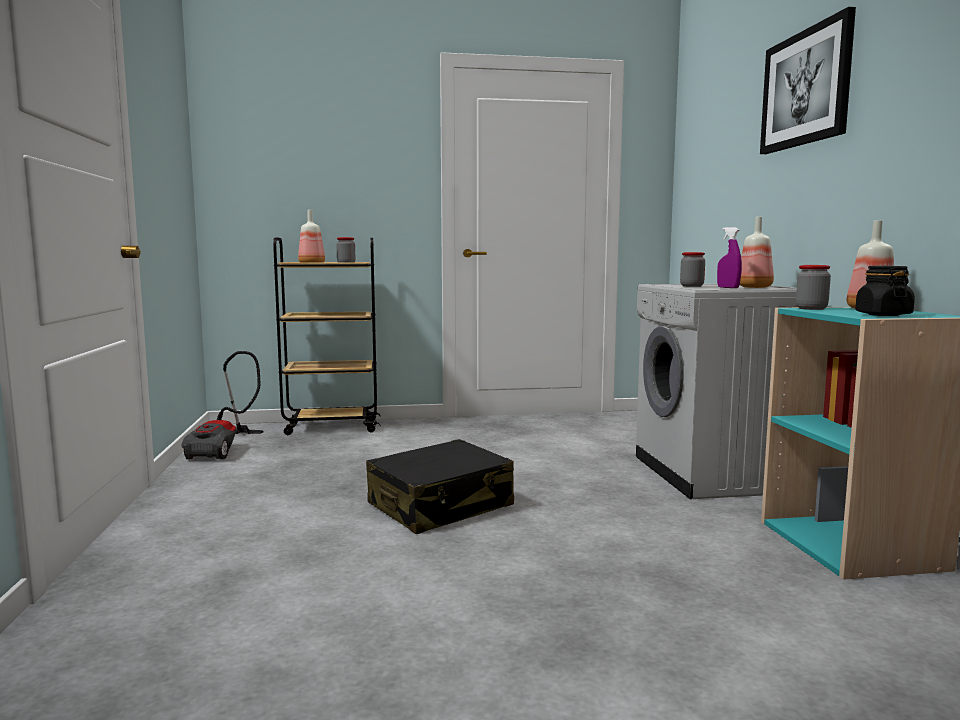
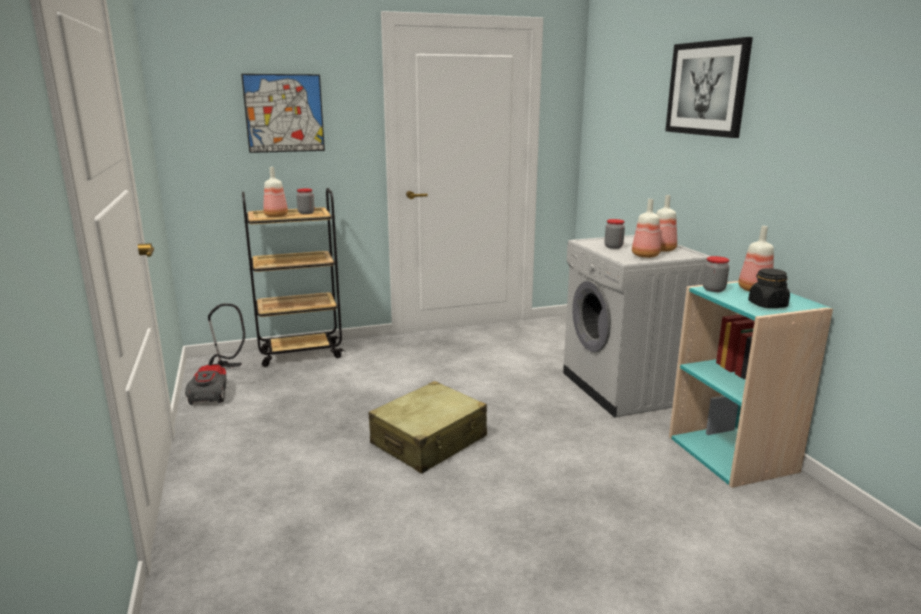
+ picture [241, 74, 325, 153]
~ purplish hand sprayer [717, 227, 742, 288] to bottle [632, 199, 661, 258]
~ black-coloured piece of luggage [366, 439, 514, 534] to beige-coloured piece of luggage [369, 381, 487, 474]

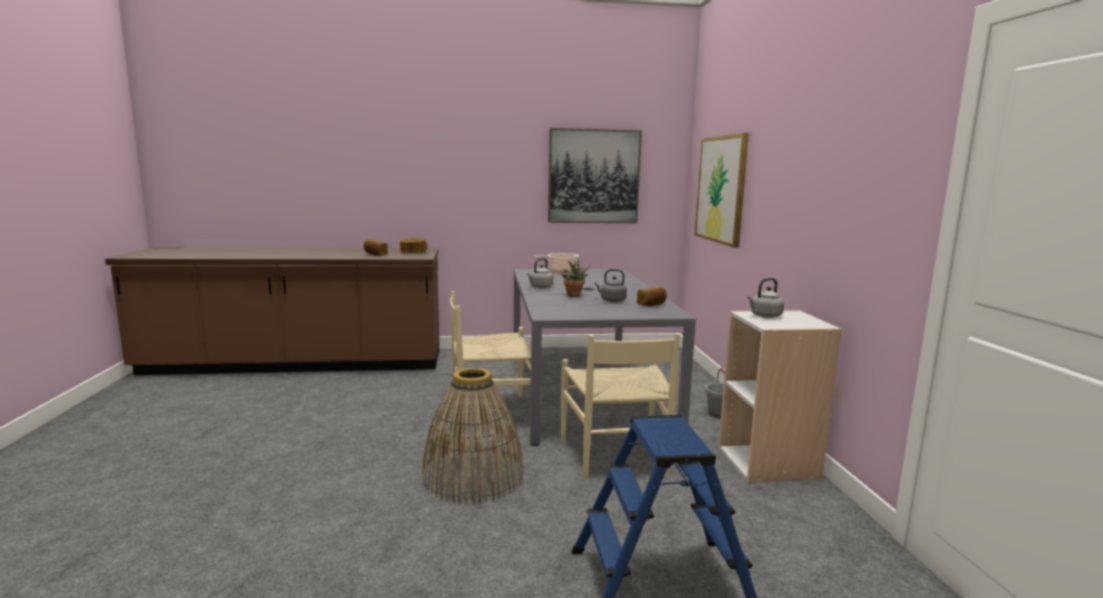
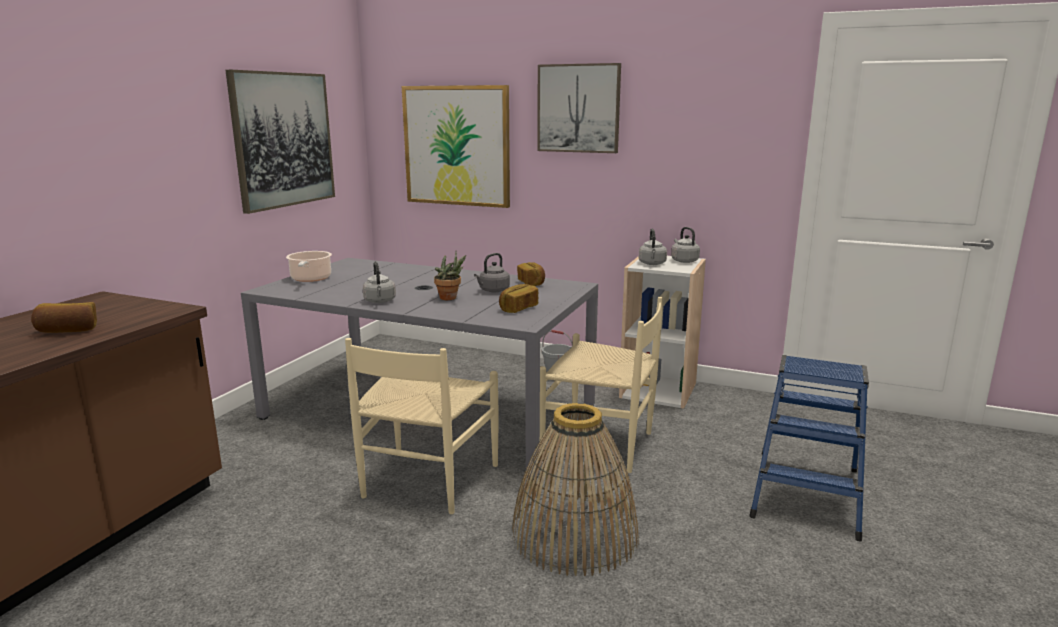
+ picture [537, 63, 621, 153]
+ greyish water kettle [671, 227, 700, 263]
~ bread [400, 238, 427, 253] to [499, 284, 538, 313]

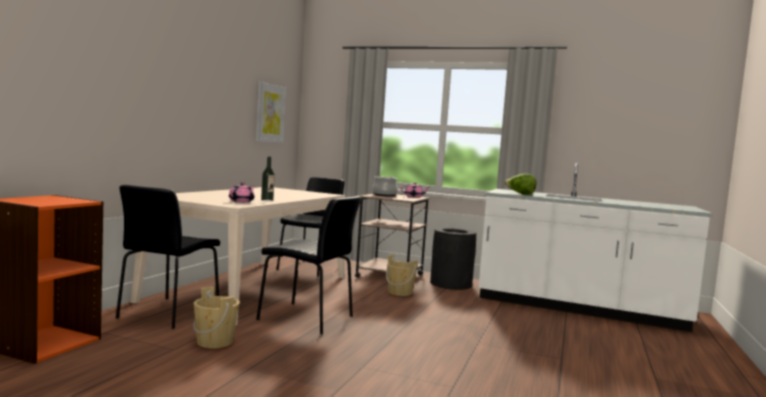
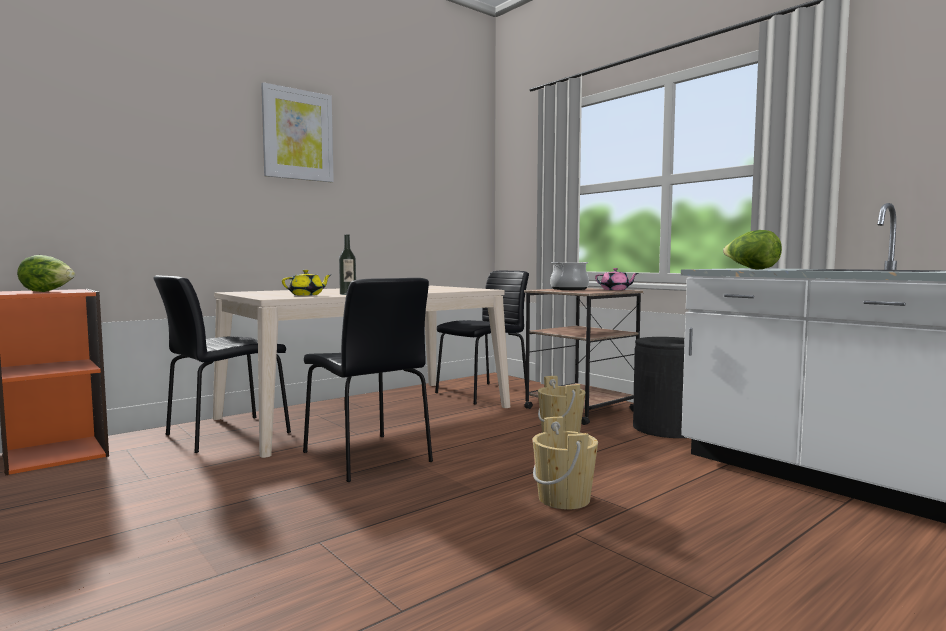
+ lettuce [17, 255, 75, 292]
~ beige-coloured water bucket [193, 286, 239, 348] to [533, 417, 598, 509]
~ picture [256, 81, 286, 143] to [261, 82, 334, 182]
~ pink pot for tea [229, 182, 255, 202] to yellow-coloured pot for tea [282, 270, 331, 296]

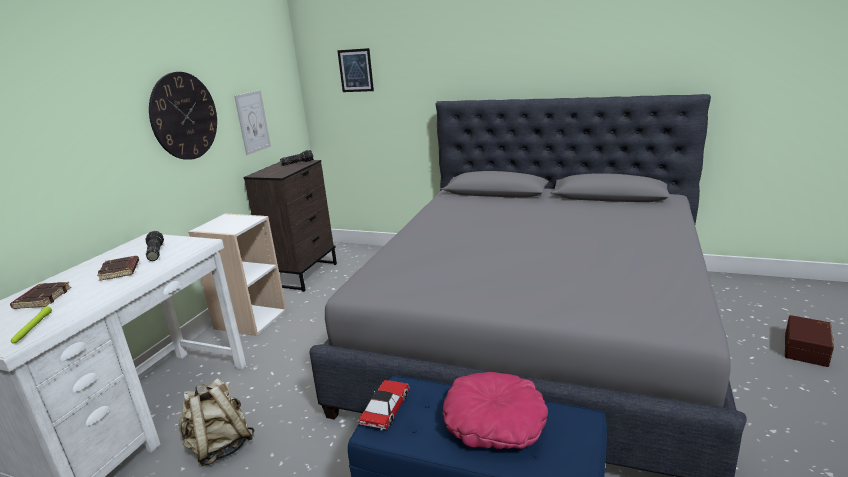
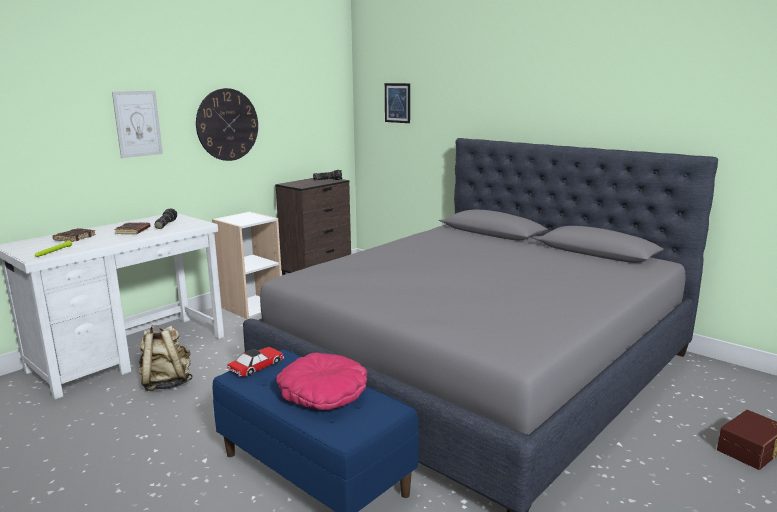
~ picture [234, 90, 271, 155] to [112, 91, 163, 158]

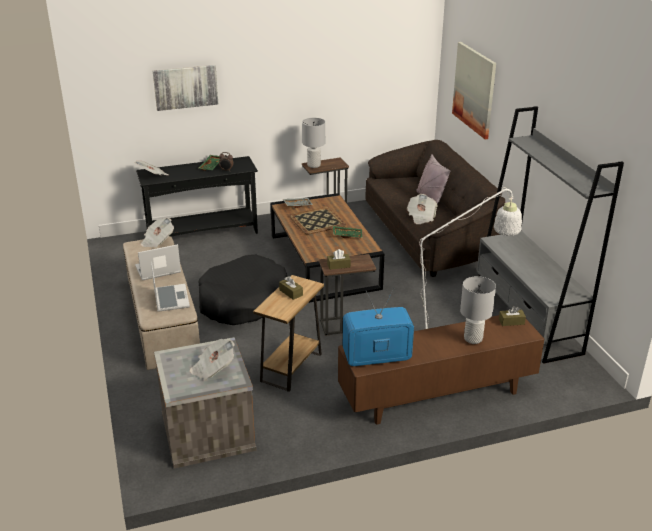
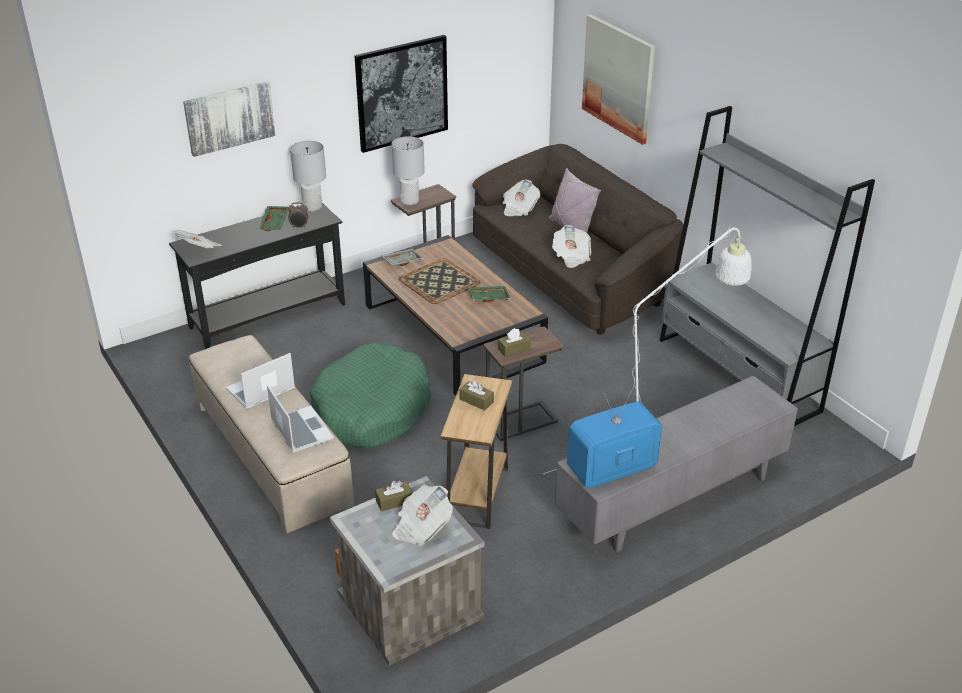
+ picture [354, 35, 448, 153]
~ newspaper [140, 218, 174, 248] to [502, 180, 540, 216]
~ greyish table lamp [460, 276, 496, 344] to [290, 140, 326, 212]
~ brownish tissue box [499, 306, 526, 326] to [375, 481, 413, 511]
~ black-coloured dog bed [198, 255, 287, 325] to greenish dog bed [309, 343, 431, 448]
~ brownish media console [338, 315, 544, 424] to greyish media console [555, 376, 798, 553]

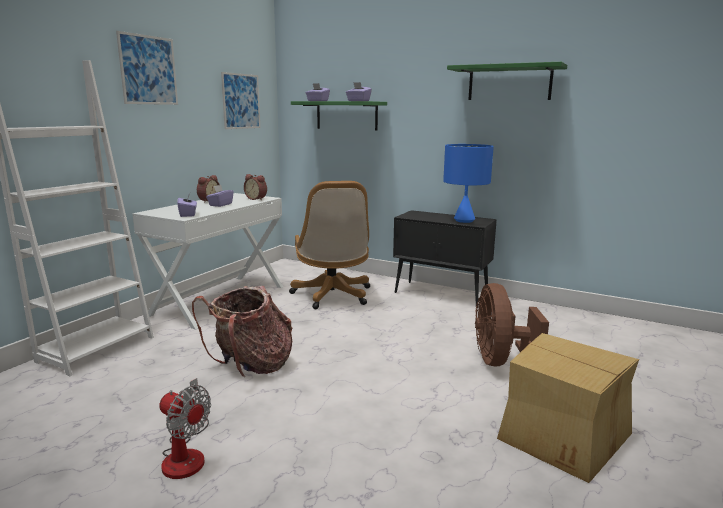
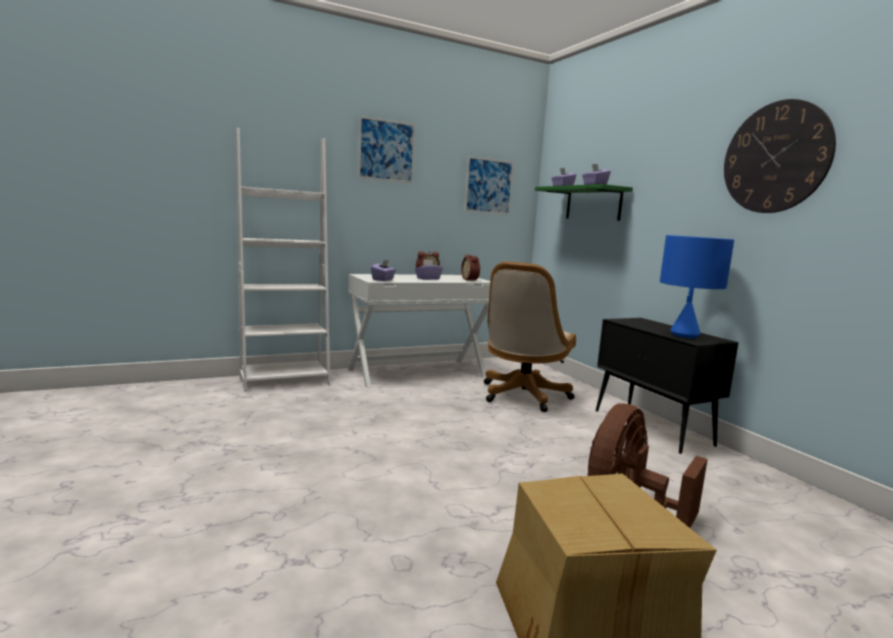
- fan [159, 378, 211, 479]
- rucksack [192, 286, 292, 377]
~ greenish shelf [447, 62, 567, 100] to hanging clock [724, 99, 836, 213]

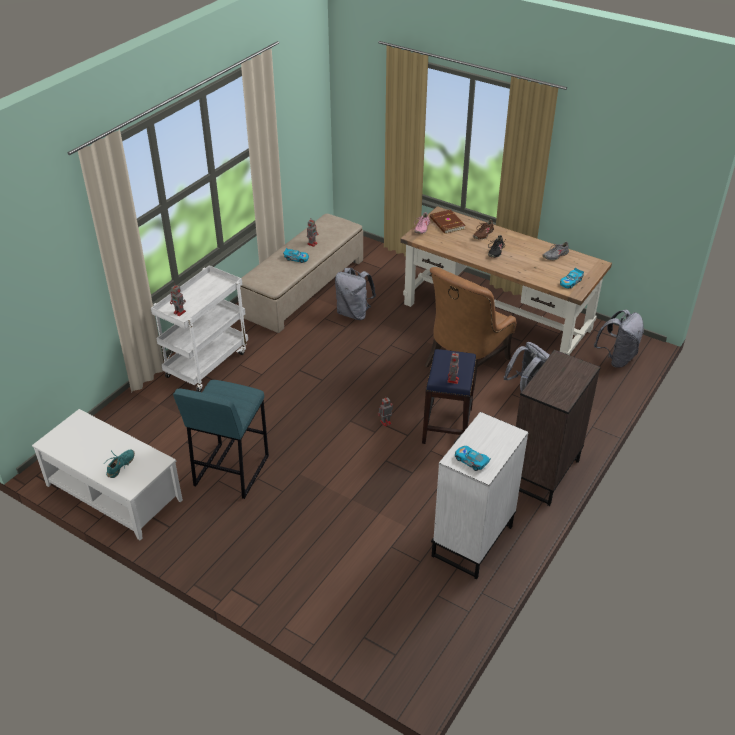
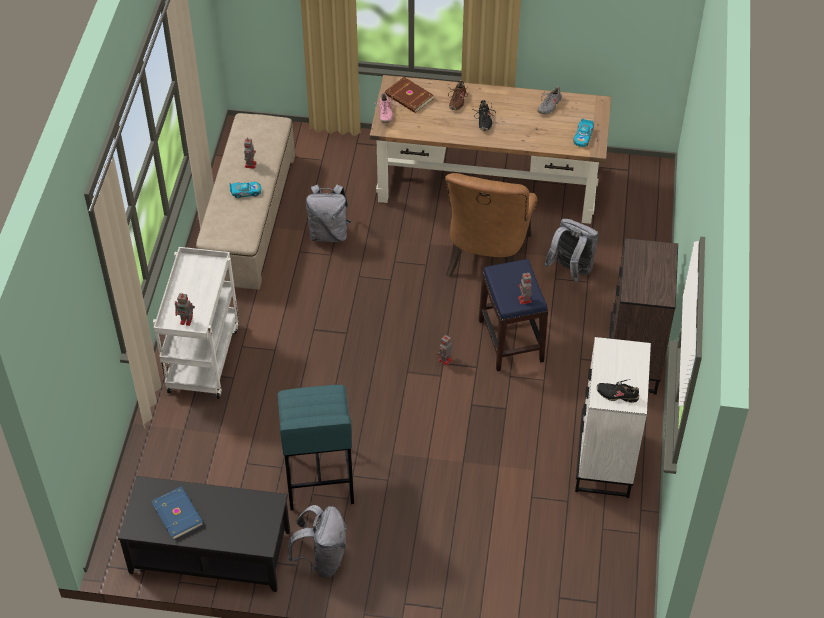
- blue-green item of footwear [106, 450, 135, 478]
+ blue book [152, 487, 204, 540]
~ greyish rucksack [594, 310, 644, 368] to [287, 505, 347, 577]
~ model car [455, 446, 491, 471] to black-coloured item of footwear [597, 379, 639, 403]
~ white-coloured low table [32, 409, 183, 540] to black-coloured low table [118, 476, 290, 592]

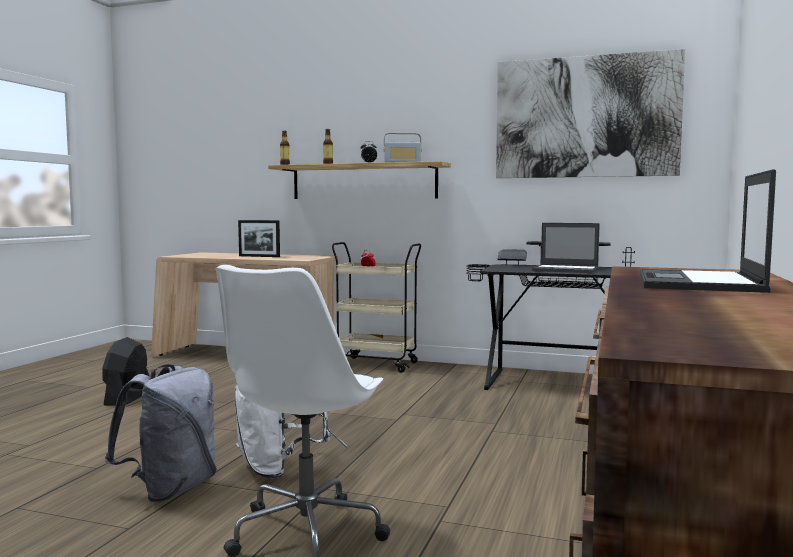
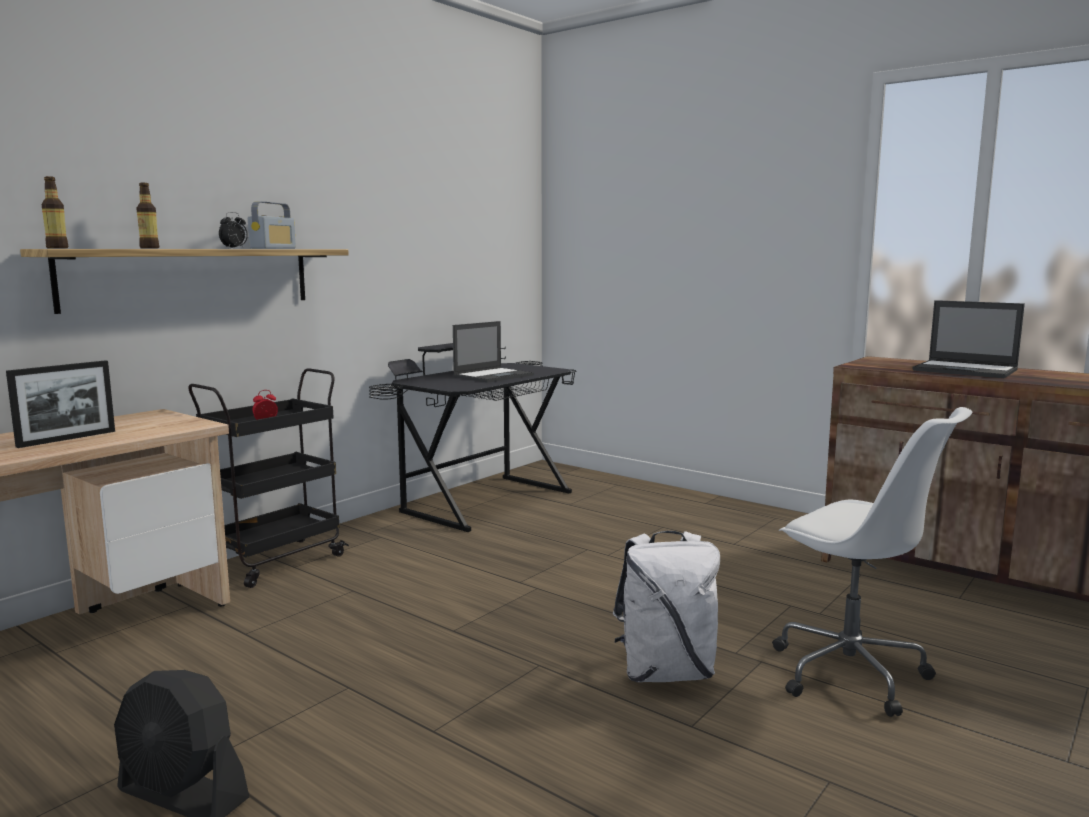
- greyish rucksack [105, 364, 217, 503]
- picture [496, 49, 685, 178]
~ beige-coloured wheeled cart [332, 242, 421, 373] to black-coloured wheeled cart [188, 368, 349, 588]

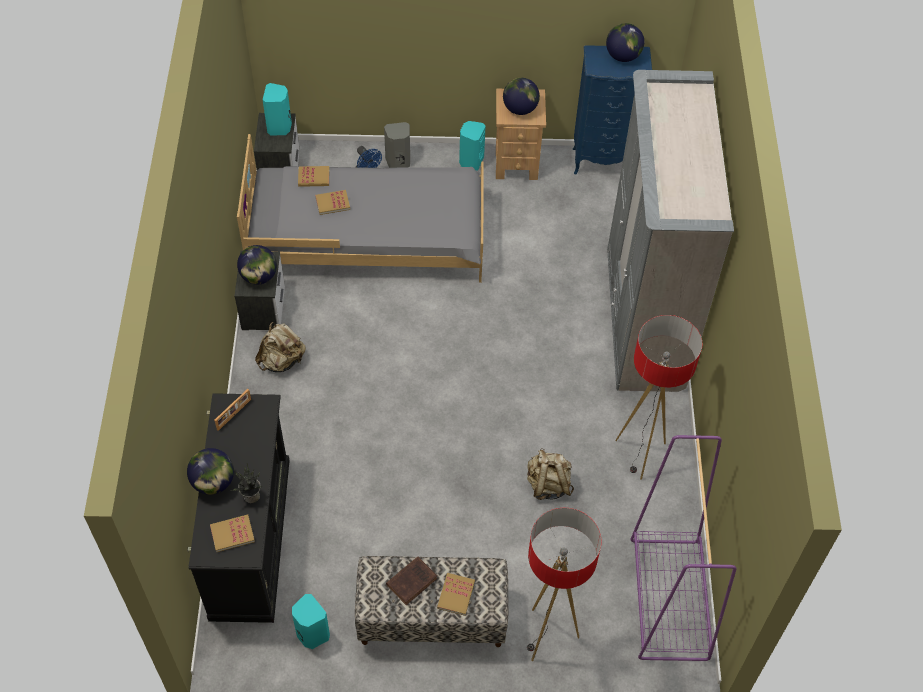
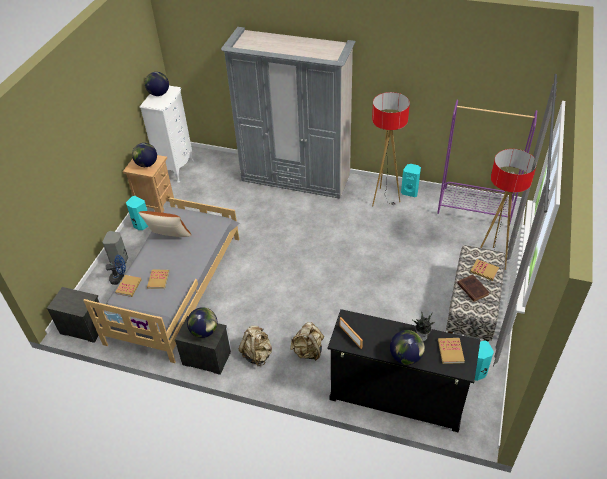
+ brownish pillow [138, 211, 192, 237]
~ blue-green loudspeaker [262, 83, 292, 136] to [401, 164, 421, 197]
~ beige-coloured rucksack [527, 448, 574, 500] to [290, 322, 324, 361]
~ blue drawer chest [573, 45, 652, 174] to white-coloured drawer chest [140, 86, 194, 183]

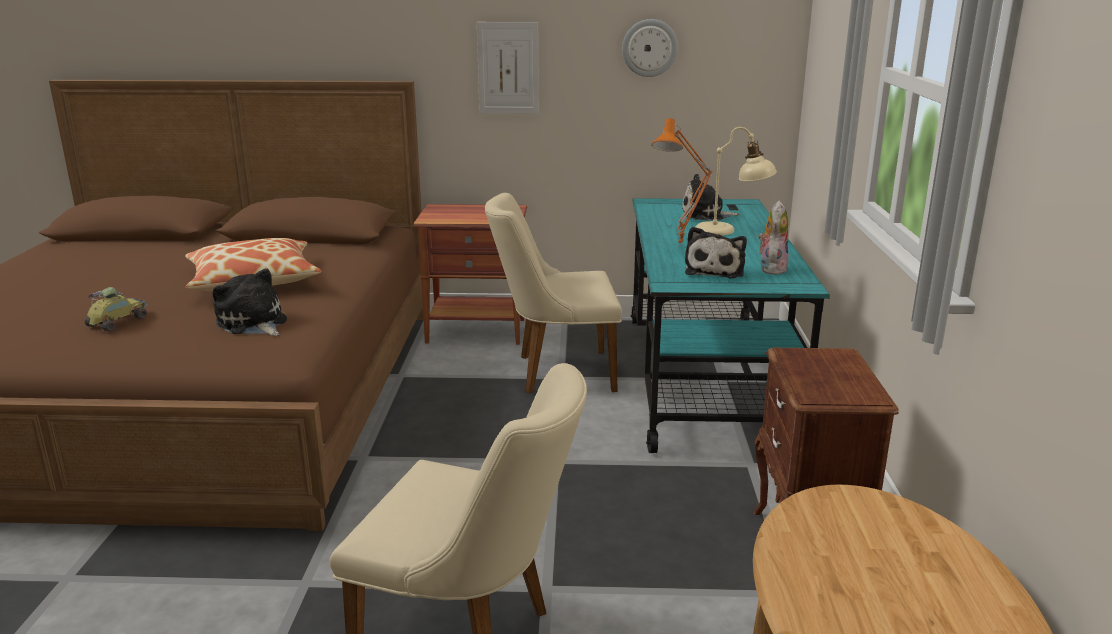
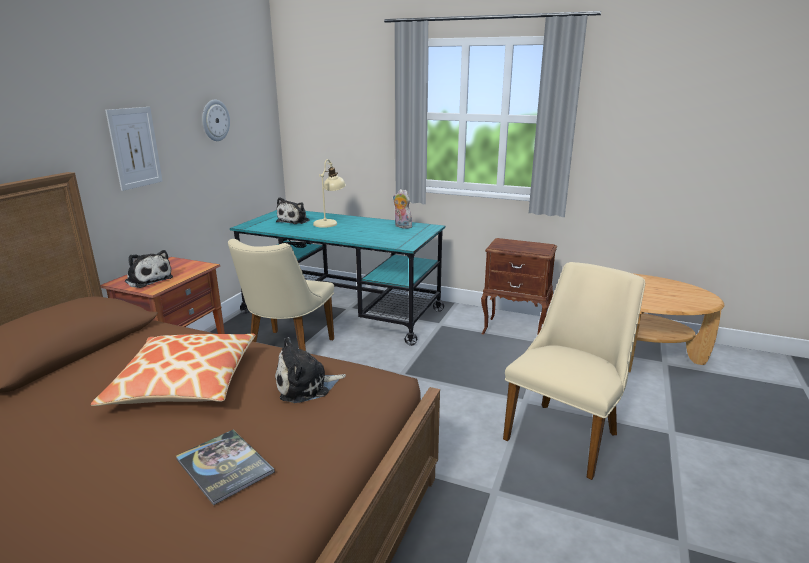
- orange table lamp [651, 118, 713, 246]
~ plush toy [685, 226, 747, 278] to [125, 250, 173, 288]
~ model car [85, 287, 148, 332] to book [176, 430, 275, 505]

